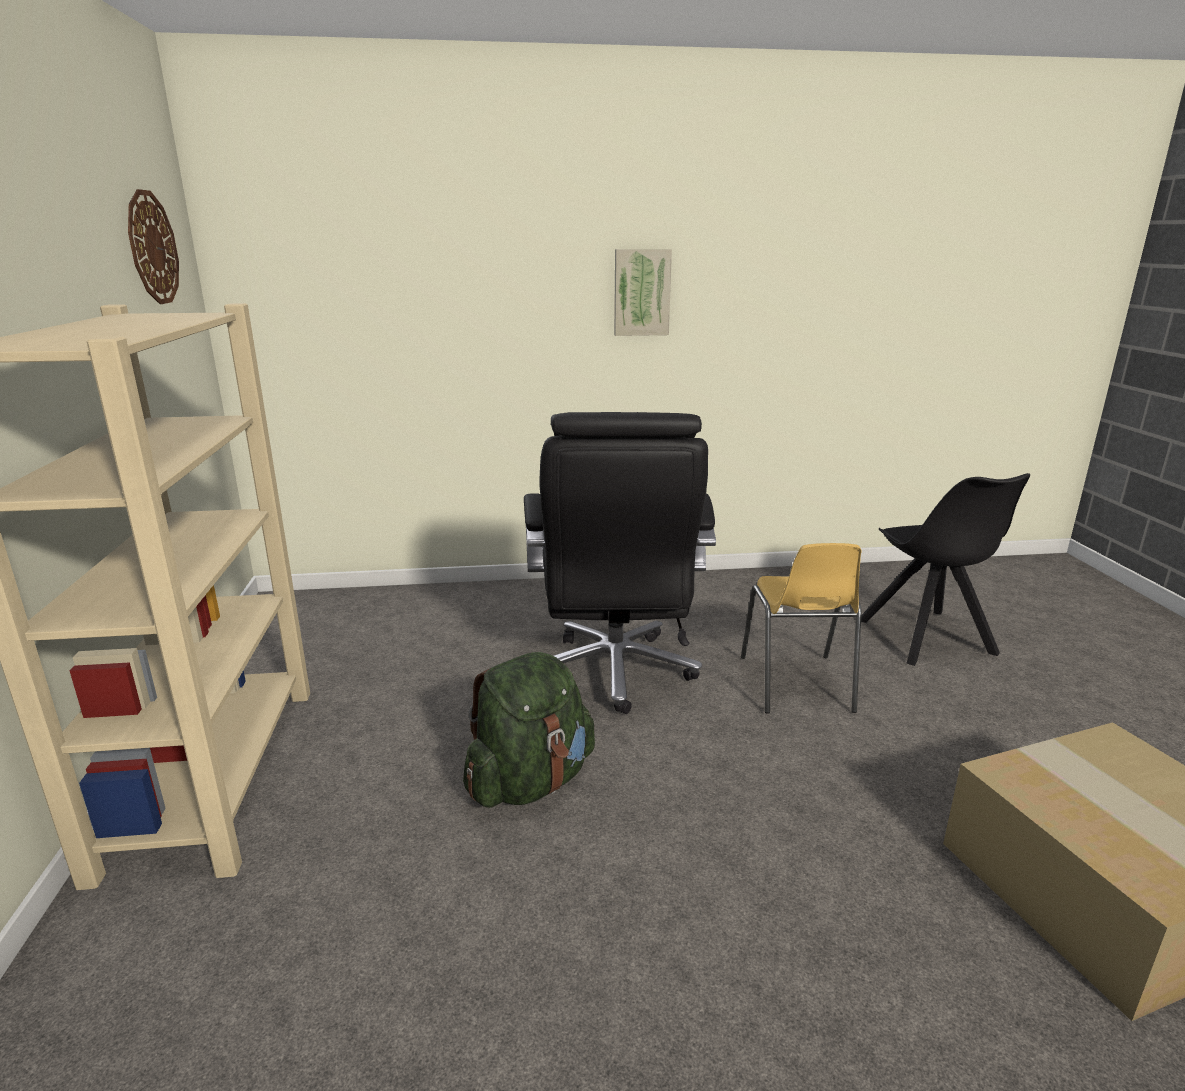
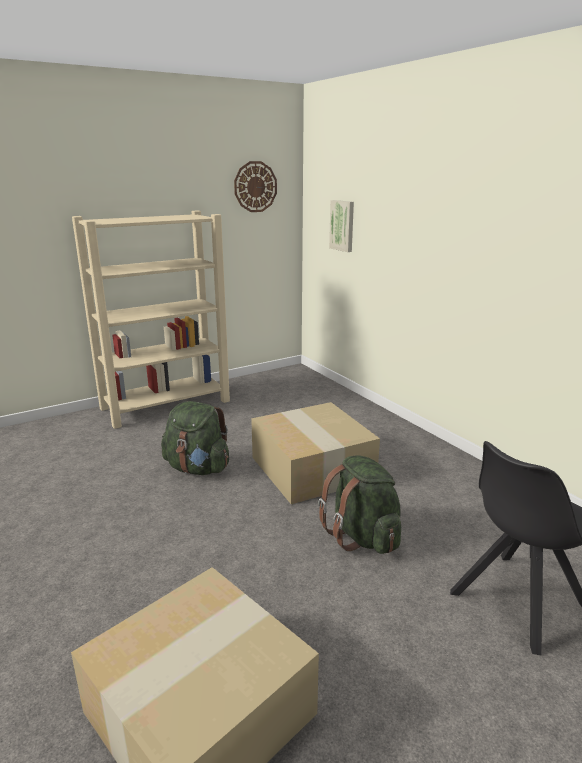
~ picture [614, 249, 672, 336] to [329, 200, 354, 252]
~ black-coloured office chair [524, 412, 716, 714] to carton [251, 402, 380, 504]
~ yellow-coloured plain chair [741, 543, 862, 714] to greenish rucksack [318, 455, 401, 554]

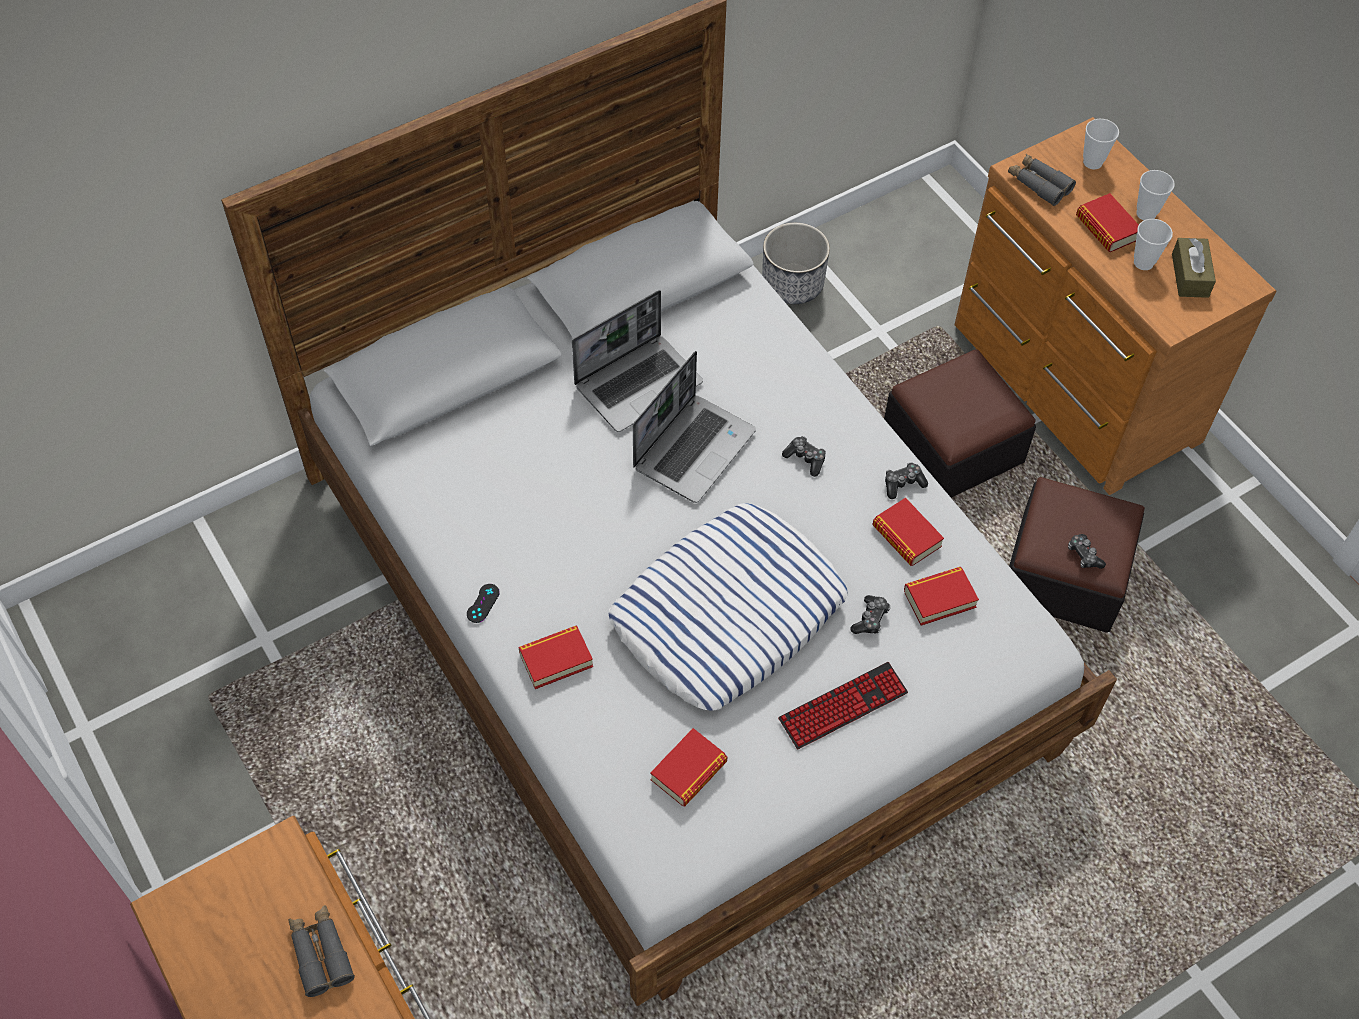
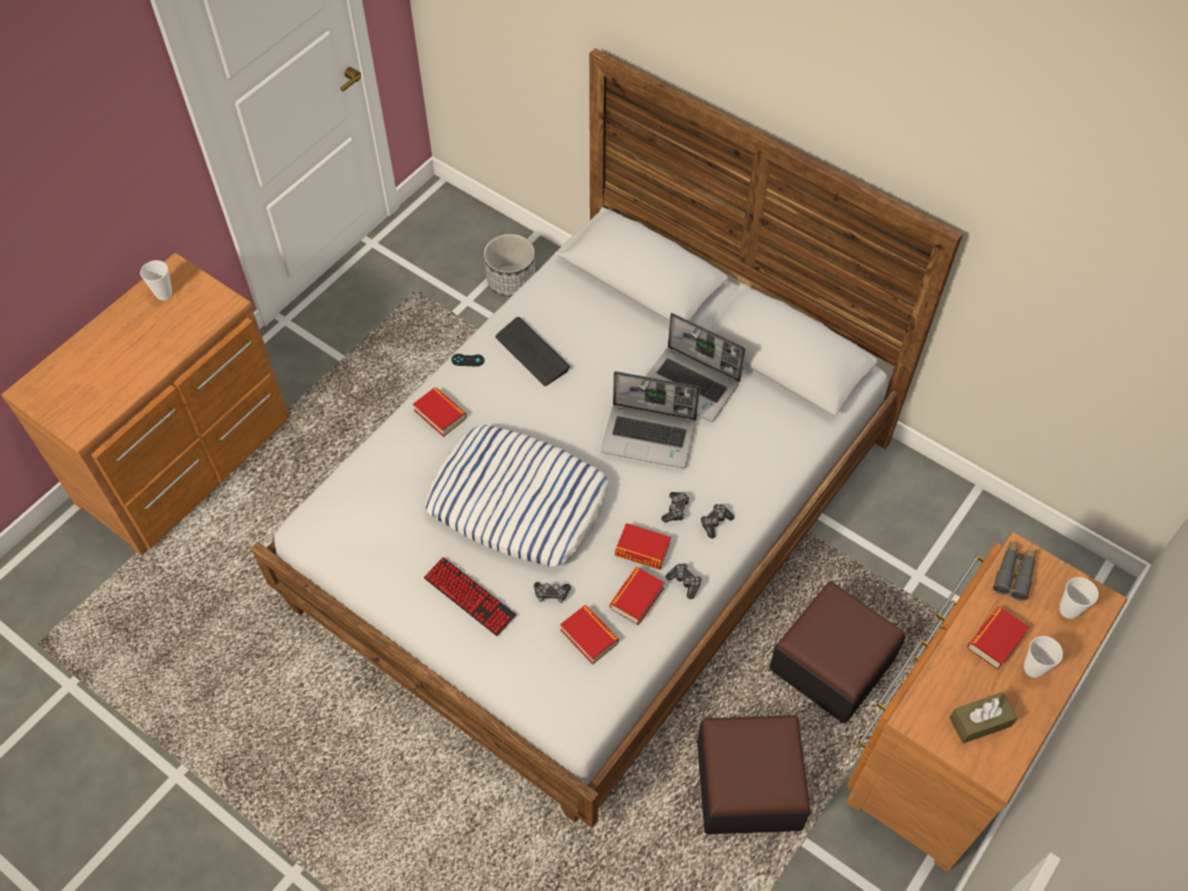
- greyish field glasses [288, 905, 355, 997]
+ computer keyboard [495, 317, 571, 386]
~ book [650, 728, 727, 807] to [615, 523, 671, 570]
~ plant pot [762, 223, 830, 304] to [483, 234, 535, 297]
~ game controller [1068, 534, 1106, 569] to [701, 504, 734, 538]
~ drinking cup [1134, 219, 1173, 270] to [140, 260, 172, 300]

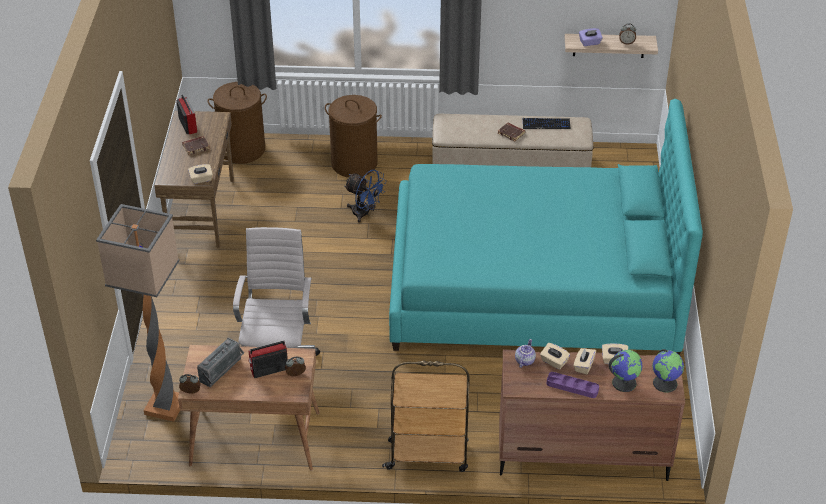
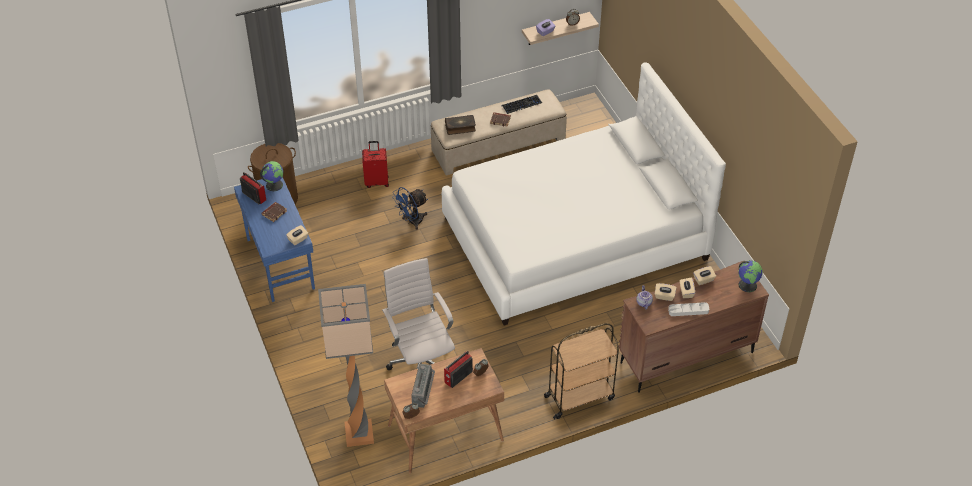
+ book [445, 115, 476, 135]
~ desk globe [609, 350, 642, 392] to [260, 161, 284, 191]
~ brownish laundry basket [325, 95, 382, 177] to reddish piece of luggage [362, 141, 389, 188]
~ brownish console table [154, 111, 234, 248] to blue console table [234, 177, 315, 302]
~ blue-green sleeping bed [389, 99, 703, 355] to white-coloured sleeping bed [442, 63, 726, 325]
~ purplish tray [547, 372, 599, 398] to greyish tray [668, 302, 709, 316]
~ blue fan [344, 170, 387, 223] = [392, 187, 428, 230] 135 degrees clockwise

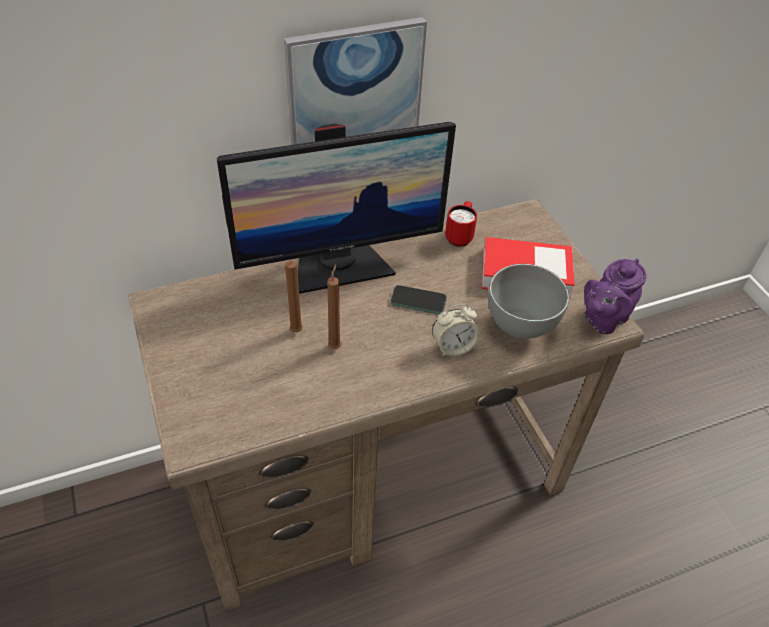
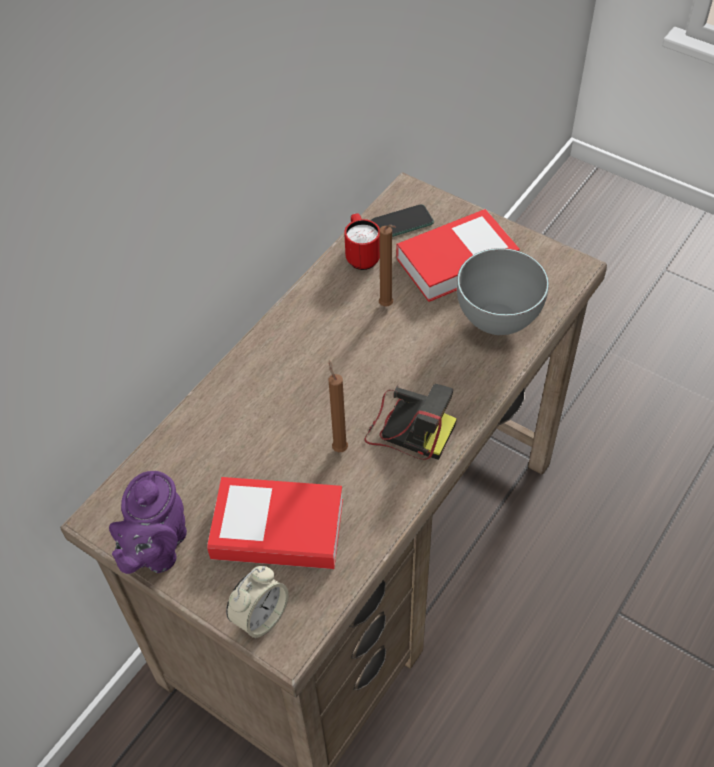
- monitor [216, 122, 456, 294]
- picture [284, 17, 427, 145]
+ book [207, 477, 343, 569]
+ still camera [364, 384, 457, 460]
~ brownish wax candle [285, 260, 303, 333] to [379, 225, 396, 306]
~ telephone [390, 285, 447, 314] to [371, 204, 434, 237]
~ alarm clock [432, 304, 480, 357] to [226, 566, 289, 639]
~ purplish pot for tea [584, 259, 647, 334] to [109, 471, 187, 574]

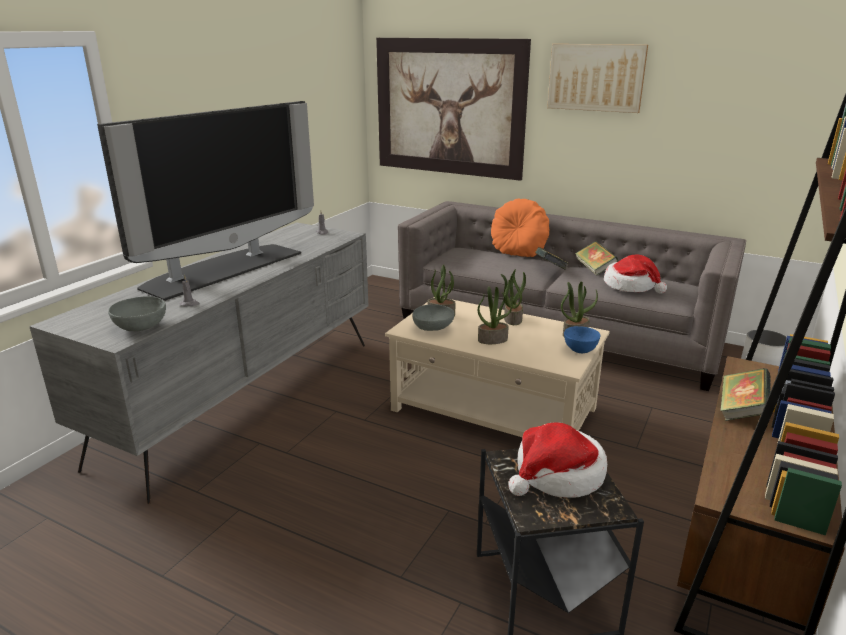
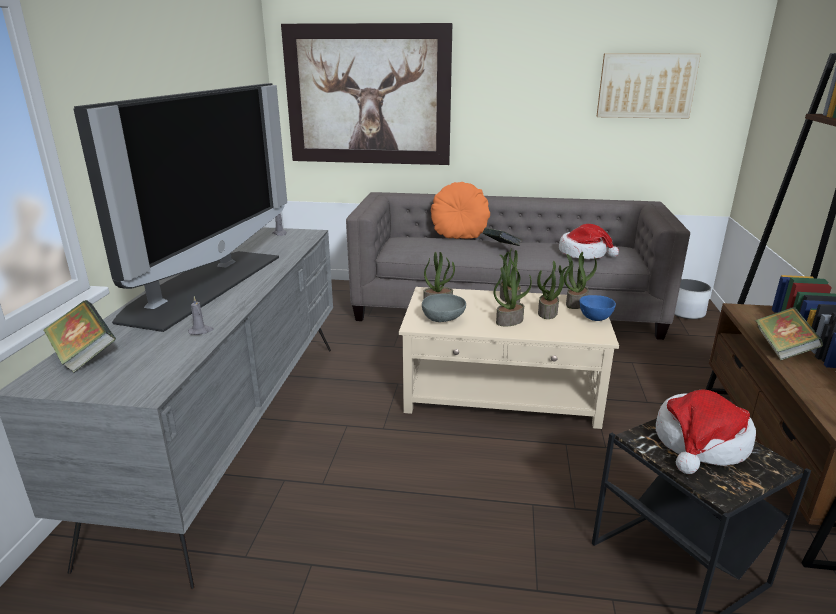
- greyish serving bowl [108, 296, 166, 331]
+ houseplant [537, 261, 569, 319]
~ picture [547, 44, 648, 113] to [596, 53, 701, 119]
~ book [575, 241, 618, 276] to [43, 300, 116, 373]

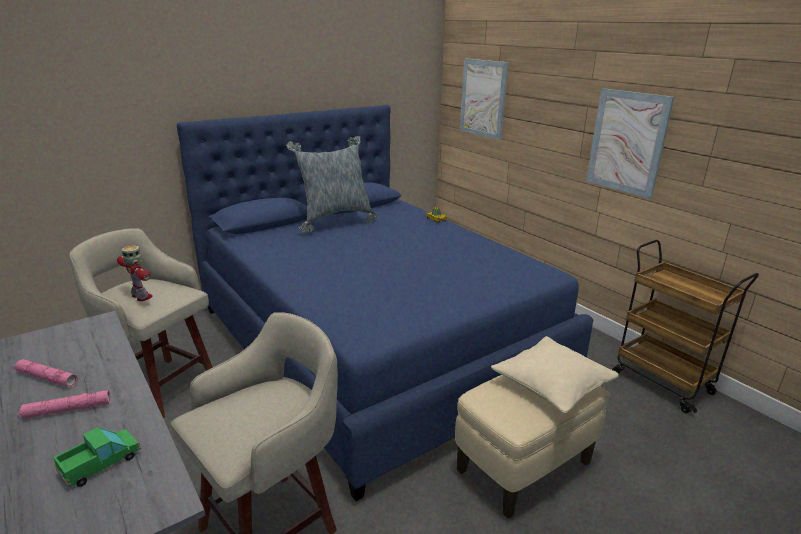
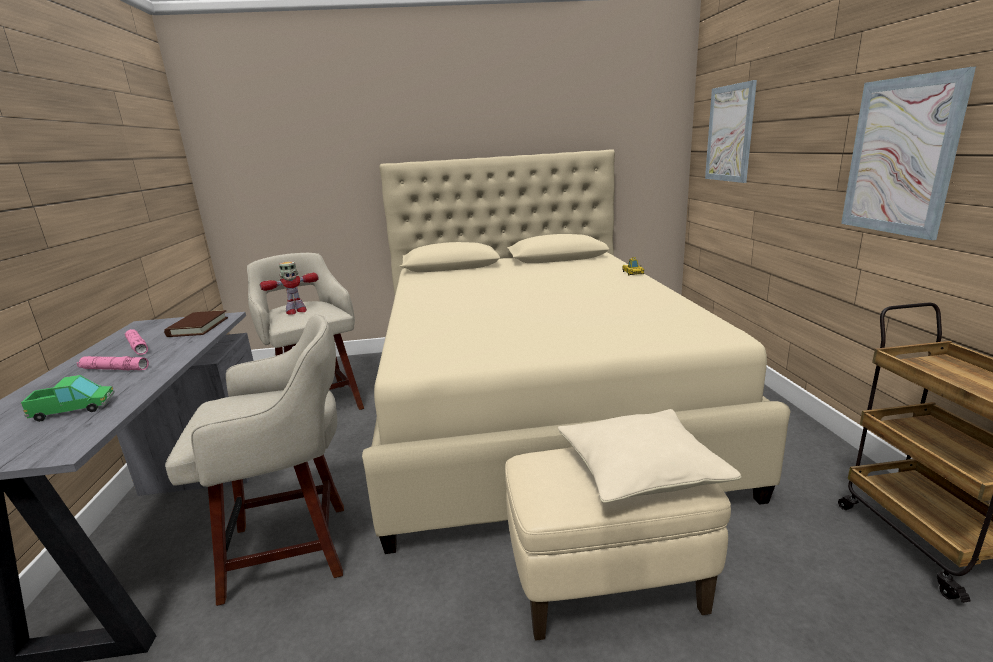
- pillow [286, 136, 377, 232]
+ brownish book [164, 310, 228, 337]
~ blue sleeping bed [177, 105, 593, 501] to beige-coloured sleeping bed [362, 149, 791, 554]
~ robot figure [117, 245, 153, 301] = [260, 261, 318, 315] 75 degrees clockwise

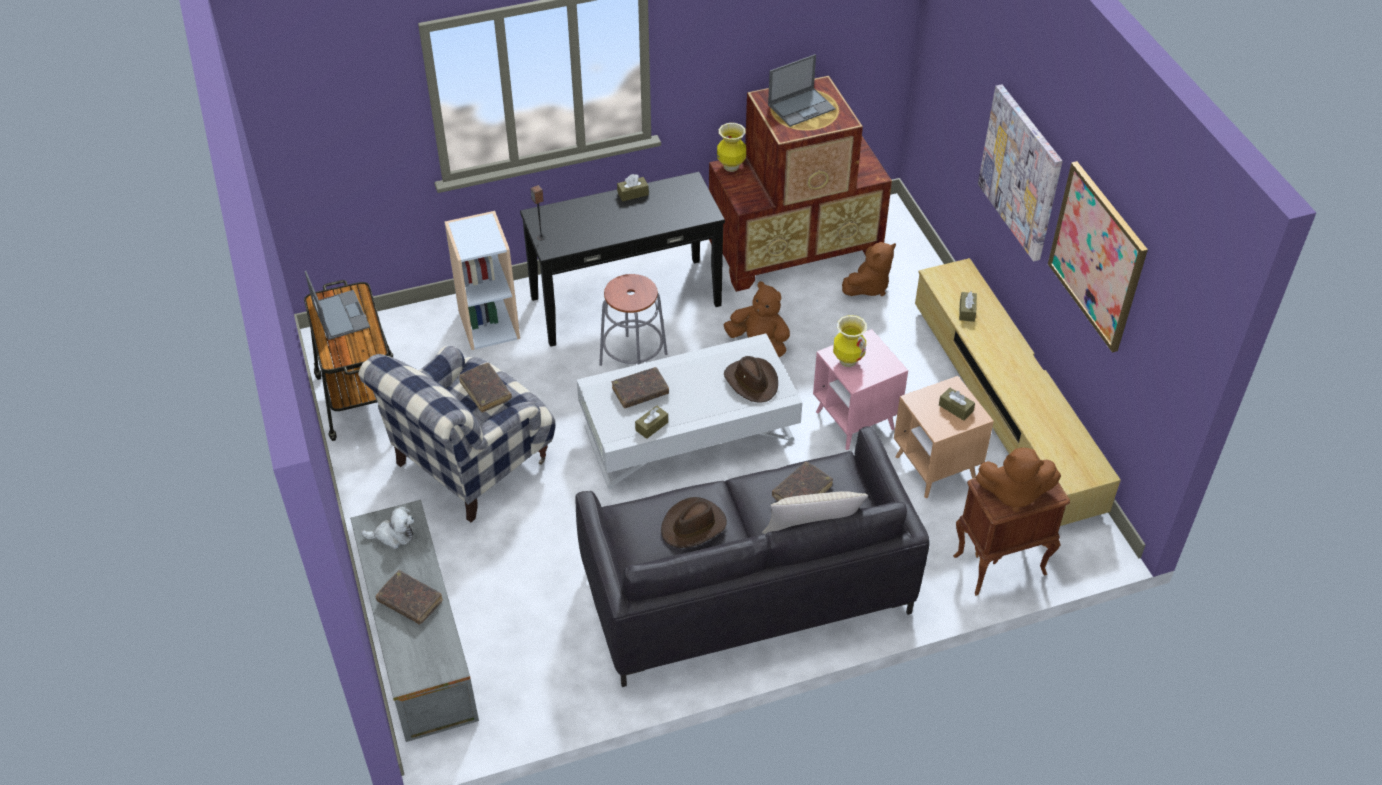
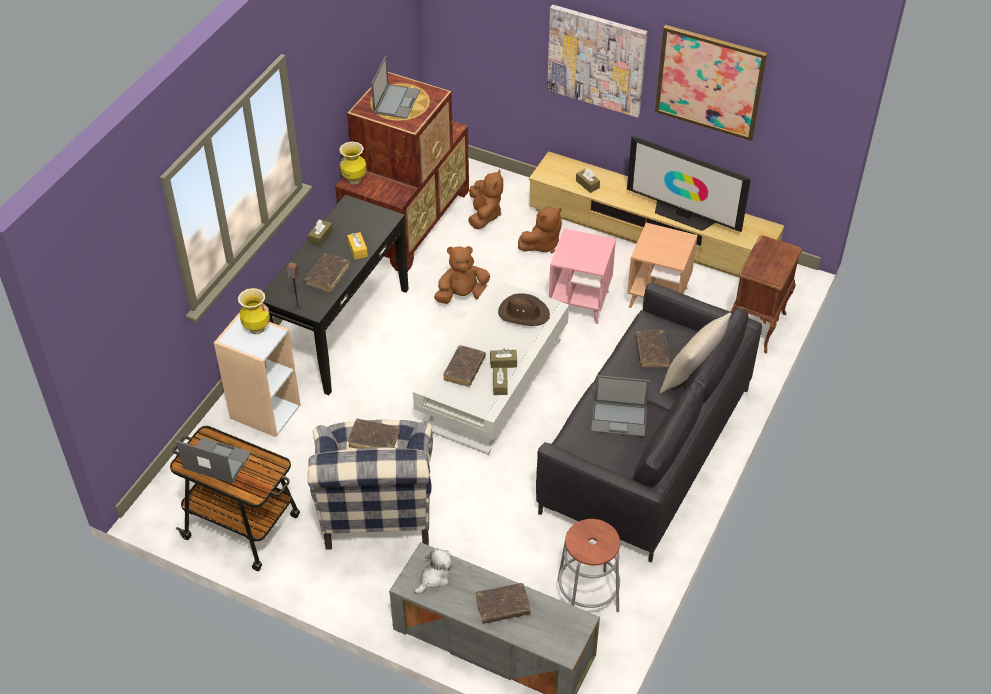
+ brownish book [304, 253, 349, 293]
+ yellow-coloured tissue box [347, 232, 368, 260]
+ TV set [627, 135, 751, 232]
~ greyish stool [599, 274, 668, 366] to [557, 519, 620, 612]
~ flower vase [833, 315, 867, 367] to [238, 288, 270, 334]
~ brownish tissue box [939, 388, 975, 421] to [490, 349, 517, 368]
~ brownish plush toy [976, 447, 1061, 512] to [518, 206, 562, 253]
~ brownish wearable hat [661, 497, 727, 548] to portable computer [591, 375, 650, 437]

